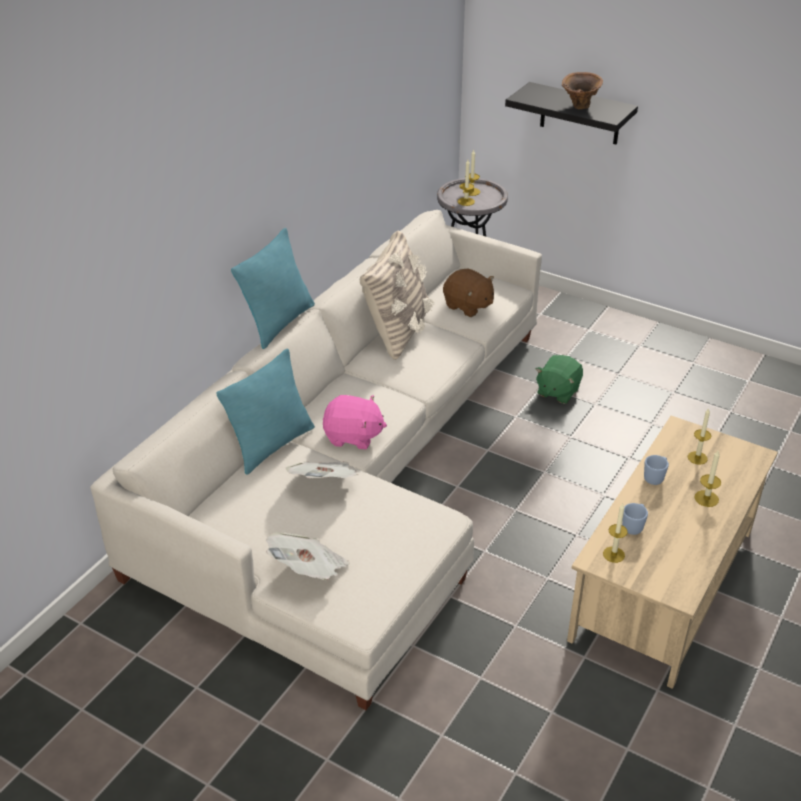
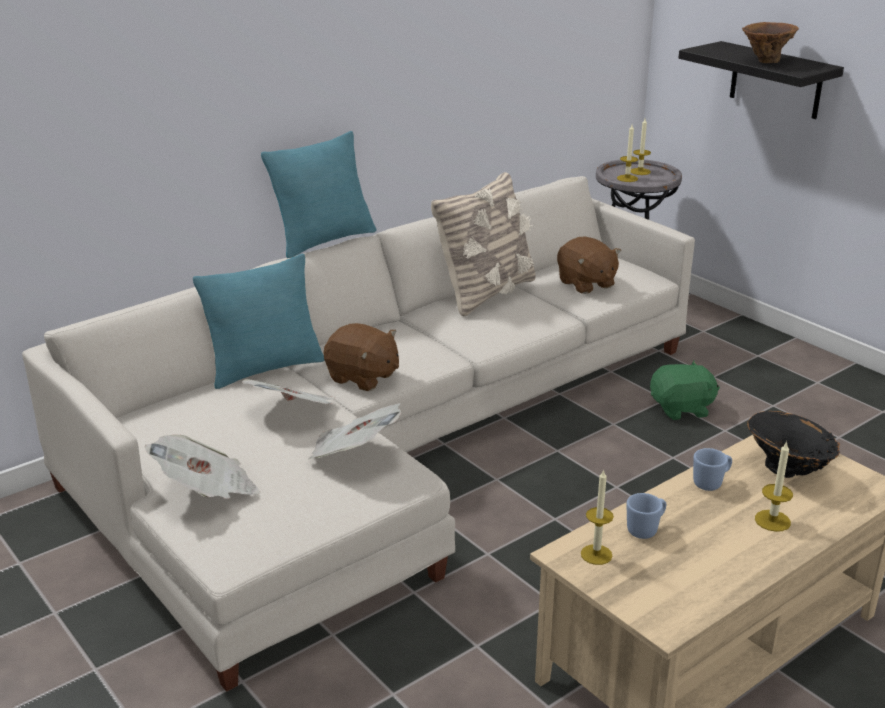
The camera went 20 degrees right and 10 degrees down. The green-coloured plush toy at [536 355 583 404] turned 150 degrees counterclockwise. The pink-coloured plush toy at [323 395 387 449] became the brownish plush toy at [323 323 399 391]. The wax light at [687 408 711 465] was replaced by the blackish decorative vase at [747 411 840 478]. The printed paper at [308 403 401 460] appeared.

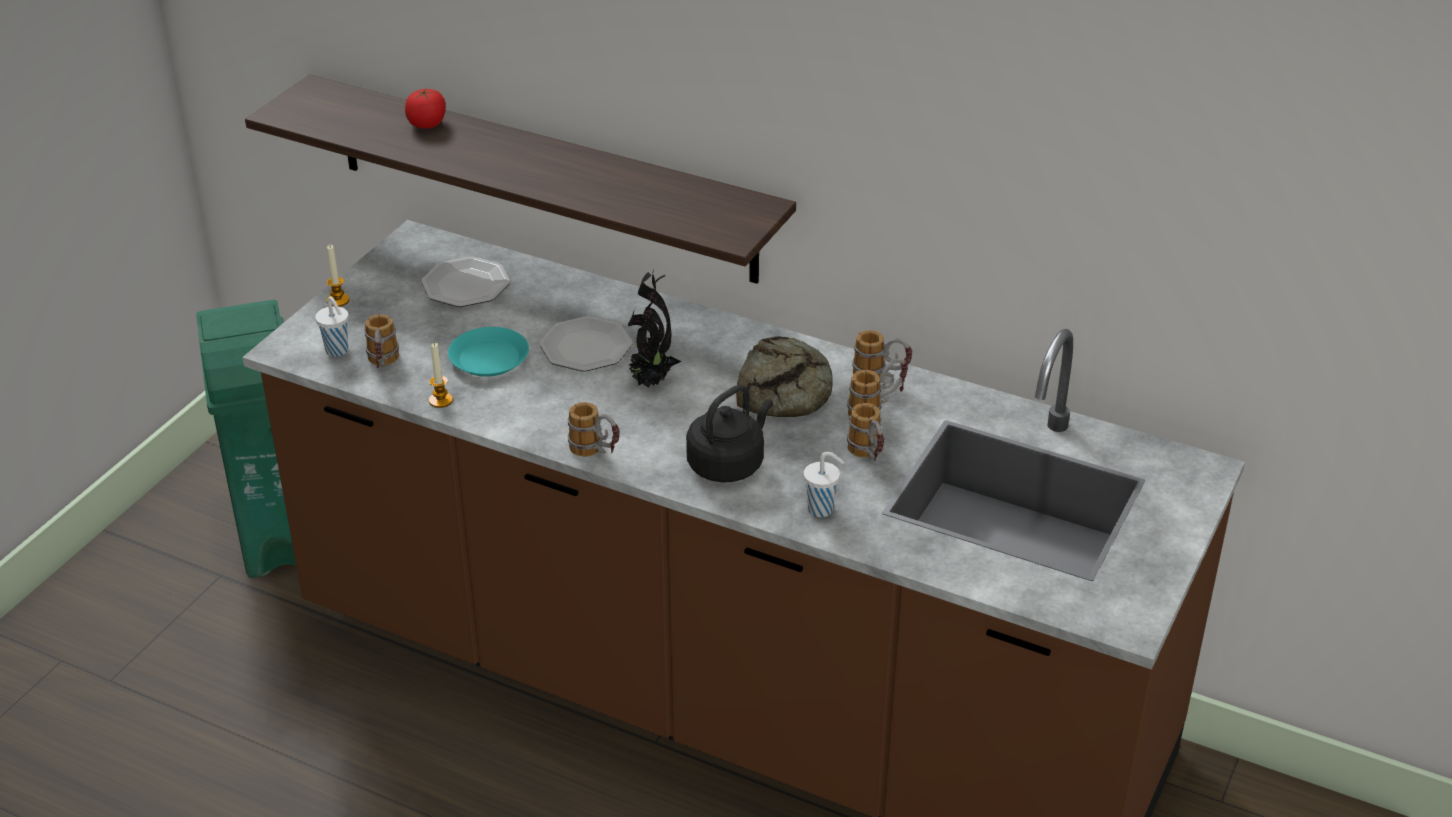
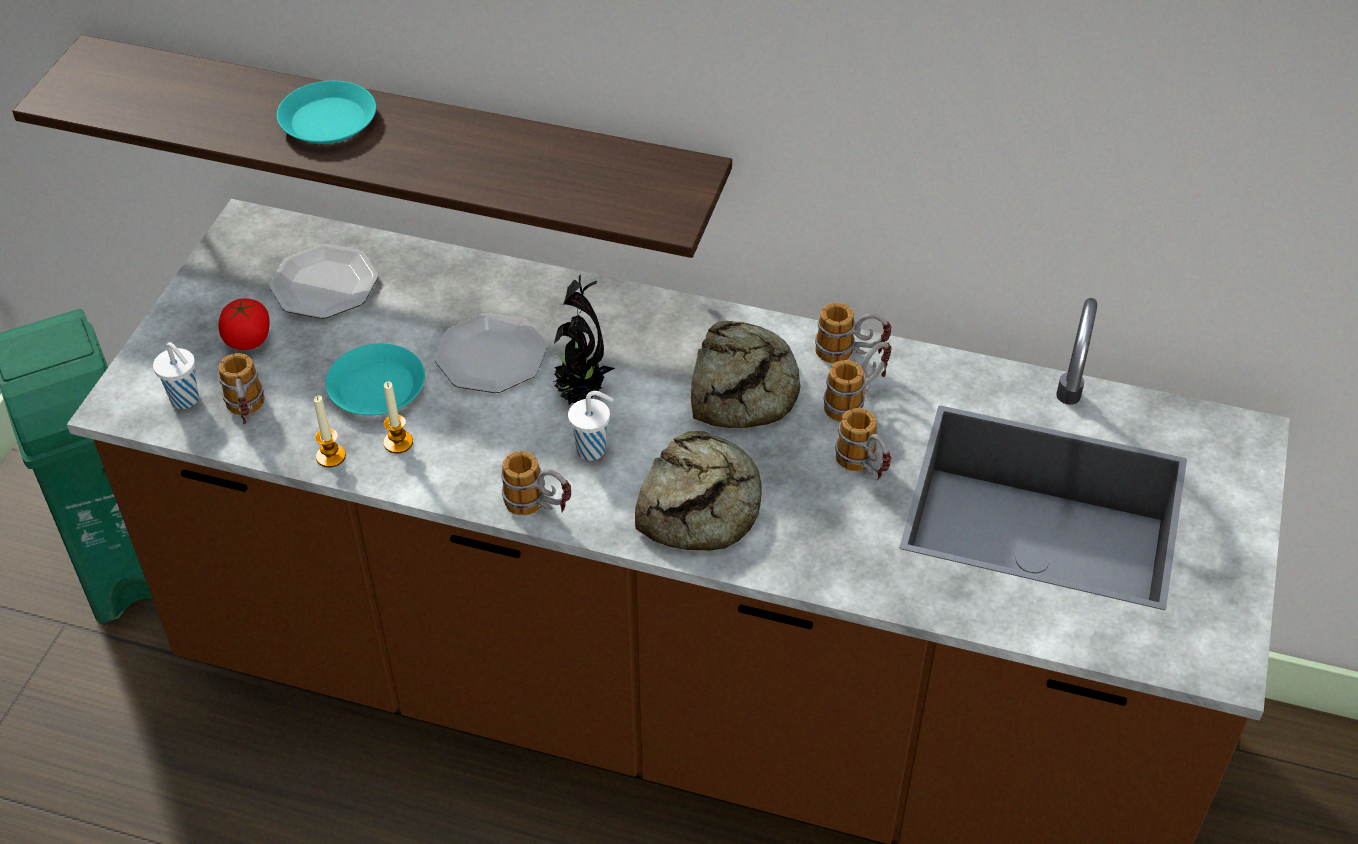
The camera went 10 degrees left and 10 degrees up. The whole tomato moved from [405 88 446 129] to [218 299 270 350]. The wax light moved from [327 245 349 307] to [383 381 413 454]. The blackish tea kettle at [686 385 773 483] was replaced by the bread at [635 431 762 550]. The whitish small cup moved from [803 452 844 517] to [568 391 614 461]. The turquoise dinner plate at [277 81 376 144] appeared.

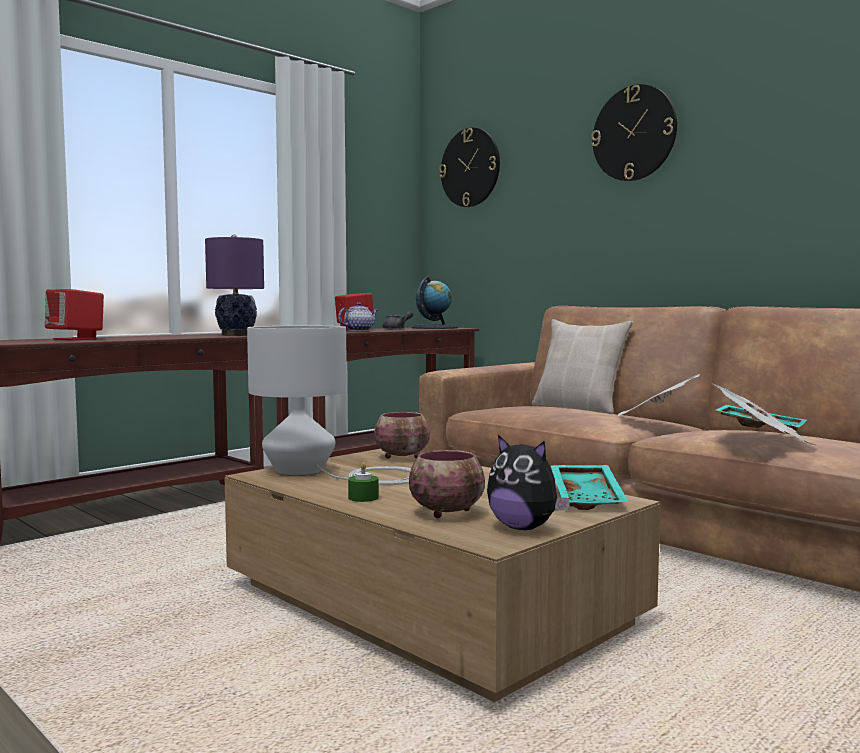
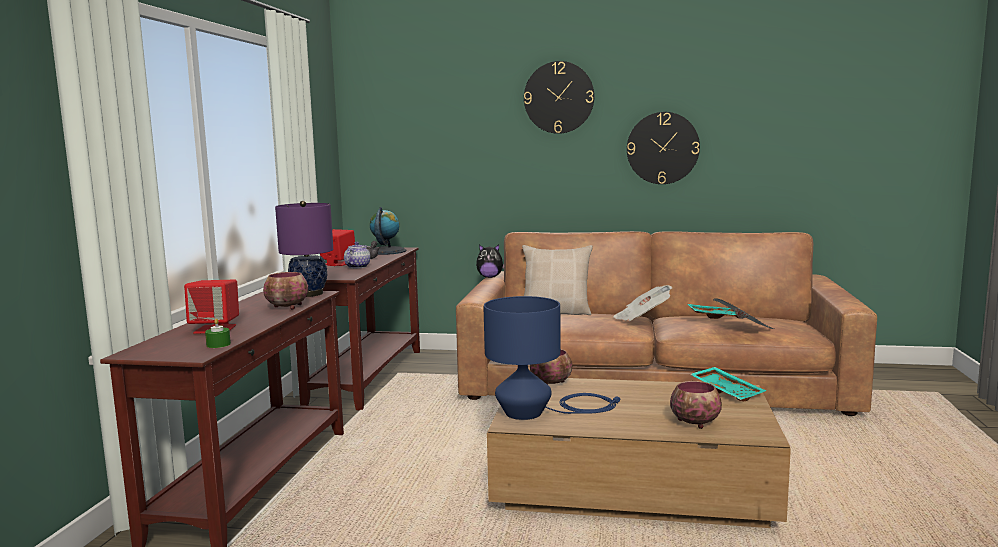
The camera went 35 degrees left and 5 degrees up. The wall clock moved from [439 128 500 207] to [627 112 700 184]. The greyish tabletop lamp at [247 326 411 485] became the blue tabletop lamp at [484 296 621 420]. The plush toy moved from [487 435 570 530] to [476 244 504 278]. The green-coloured wax light moved from [348 462 379 502] to [205 318 231 348]. The deep dish at [263 272 308 310] appeared.

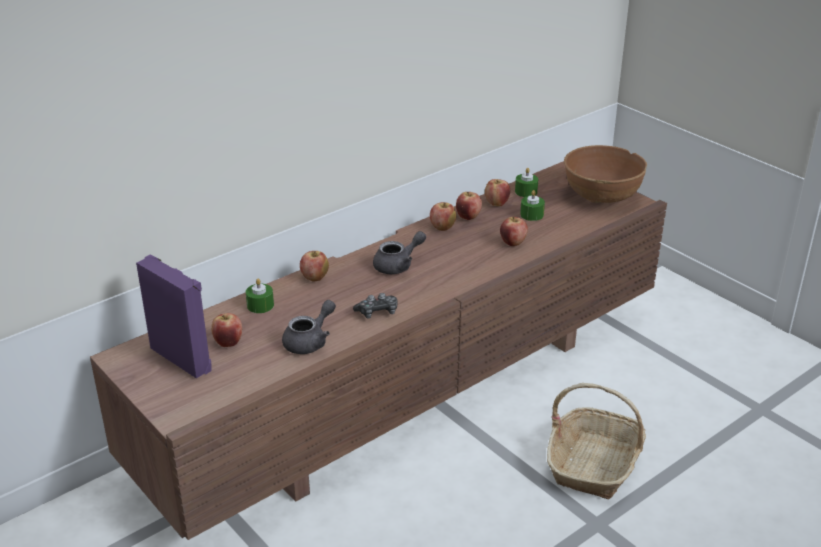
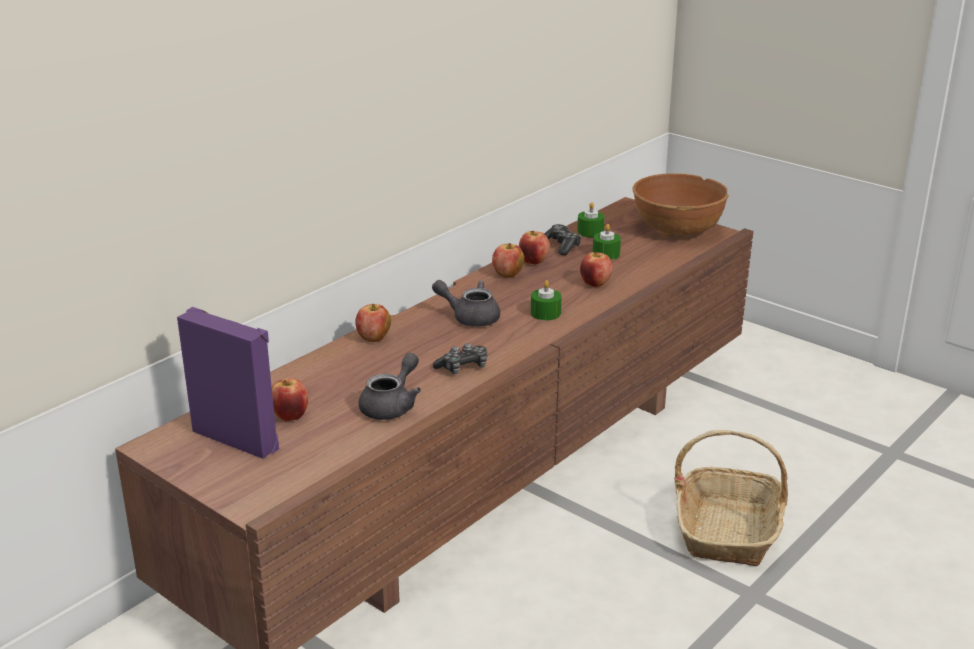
The camera went 10 degrees left and 5 degrees down. The apple fruit at [485 179 510 206] was replaced by the game controller at [544 224 581 255]. The greyish teapot at [373 231 426 274] turned 120 degrees counterclockwise. The green-coloured wax light moved from [246 278 274 313] to [531 280 561 320].

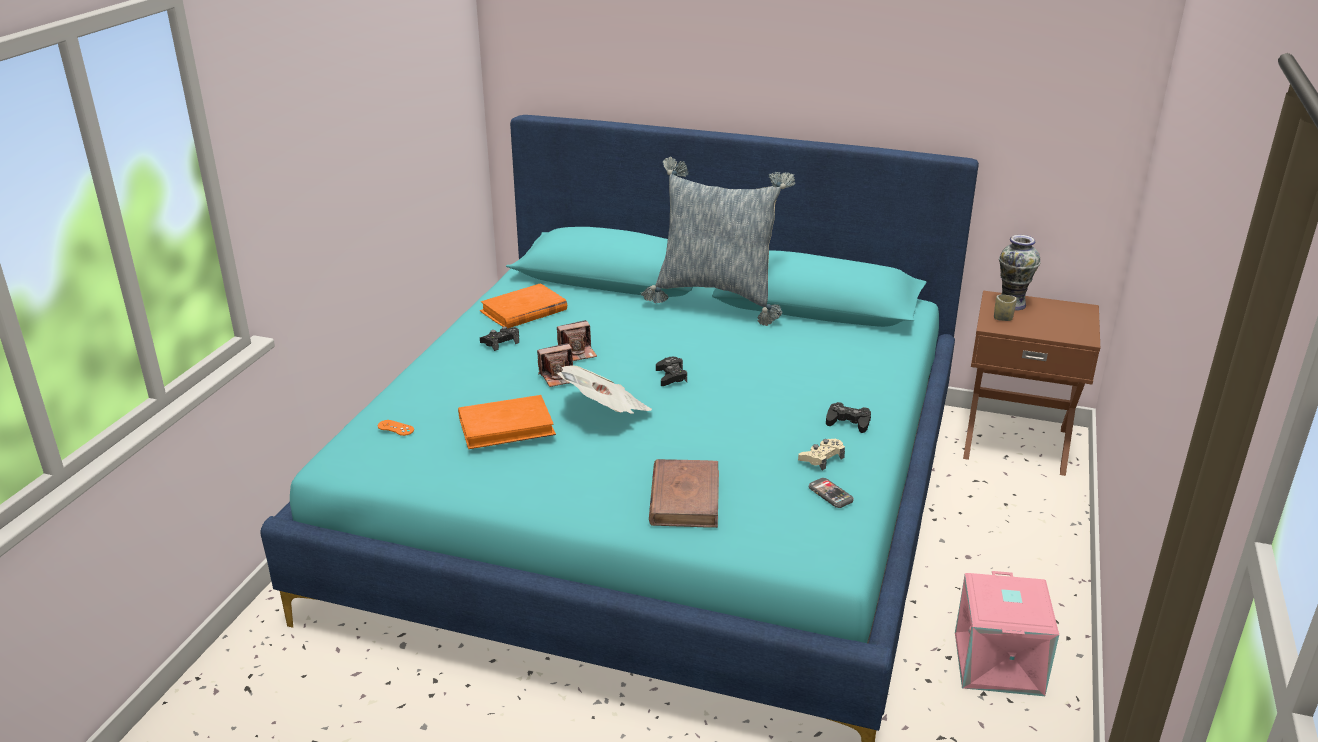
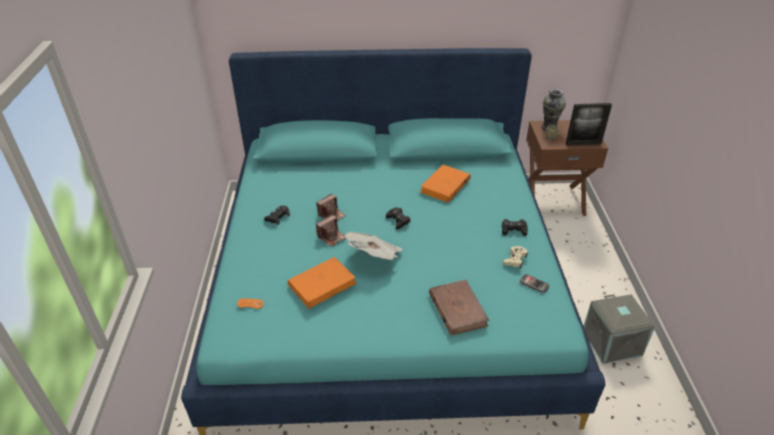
The camera went 20 degrees left and 10 degrees up. The cushion at [641 157 795 326] disappeared. The orange-coloured bound book moved from [480 283 567 328] to [420 165 471 203]. The pink-coloured storage box at [955 571 1059 696] became the greyish storage box at [584 294 655 364]. The photo frame at [566 103 612 146] appeared.

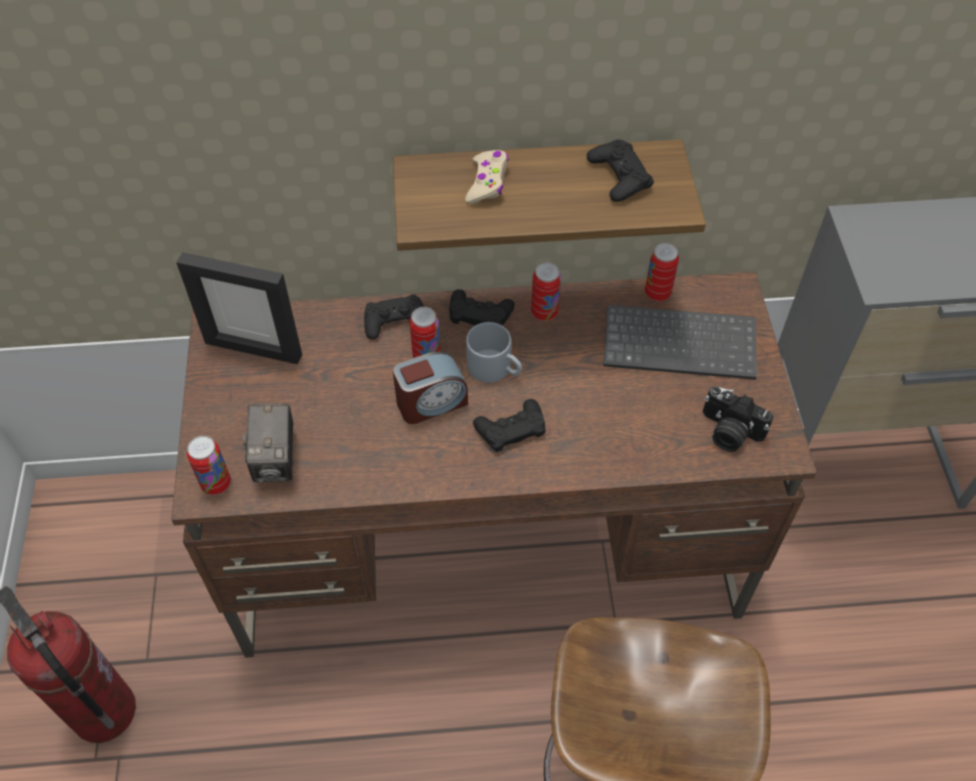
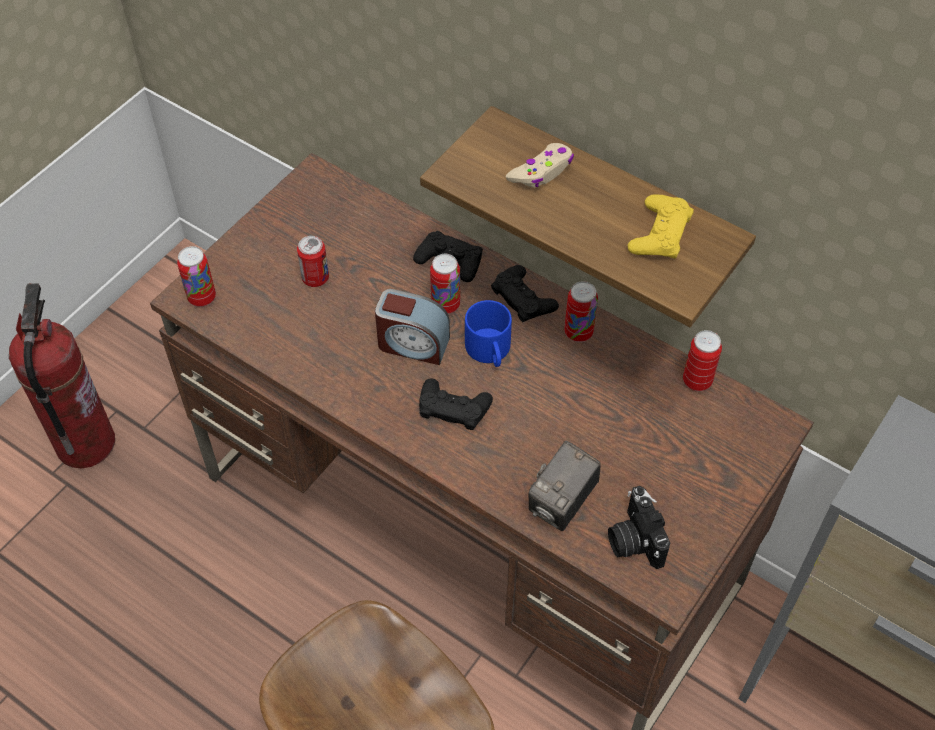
The camera went 40 degrees right and 0 degrees up. The blackish game controller at [587 139 654 202] became the yellow-coloured game controller at [628 194 694 259]. The photo frame at [176 252 302 364] disappeared. The computer keyboard at [604 305 757 380] disappeared. The greyish coffee mug at [466 322 522 383] became the blue coffee mug at [465 300 512 367]. The photo camera moved from [243 403 294 483] to [528 441 601 531]. The can at [297 236 329 287] appeared.

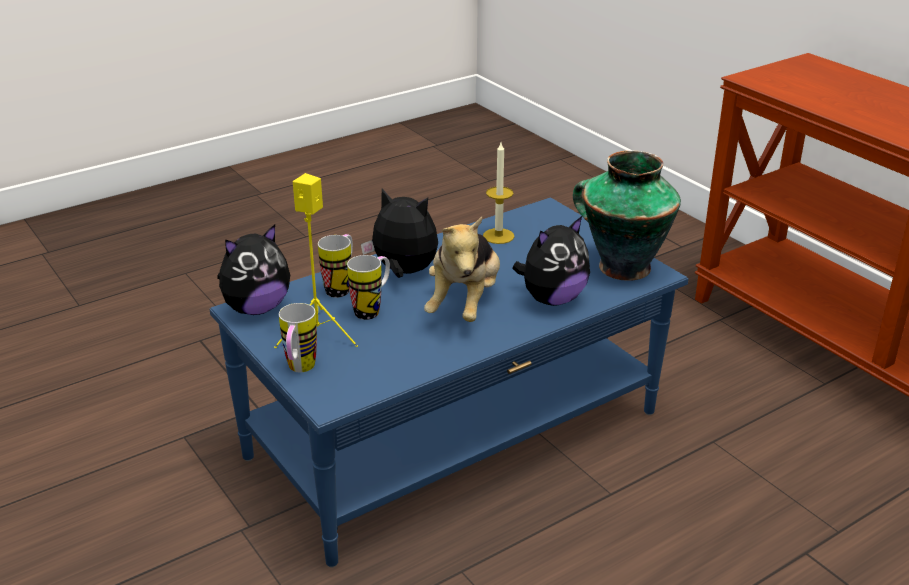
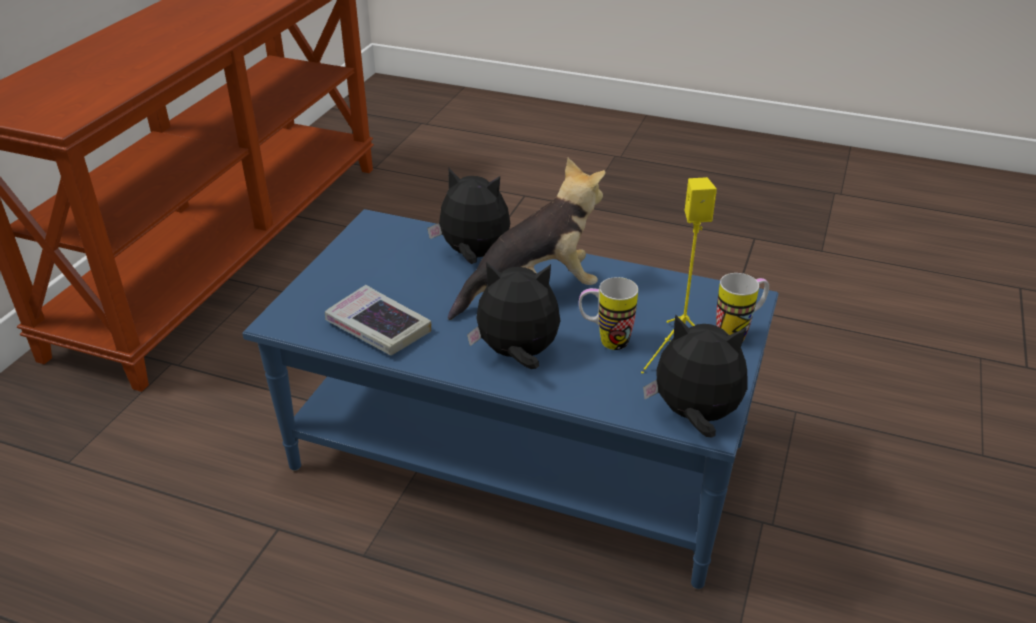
The camera went 125 degrees left and 5 degrees up. The wax light at [483 143 514 244] was replaced by the bound book at [325 285 431 355]. The decorative vase at [573 150 681 281] disappeared. The plush toy at [361 189 438 278] turned 105 degrees clockwise. The coffee mug at [318 234 353 298] disappeared.

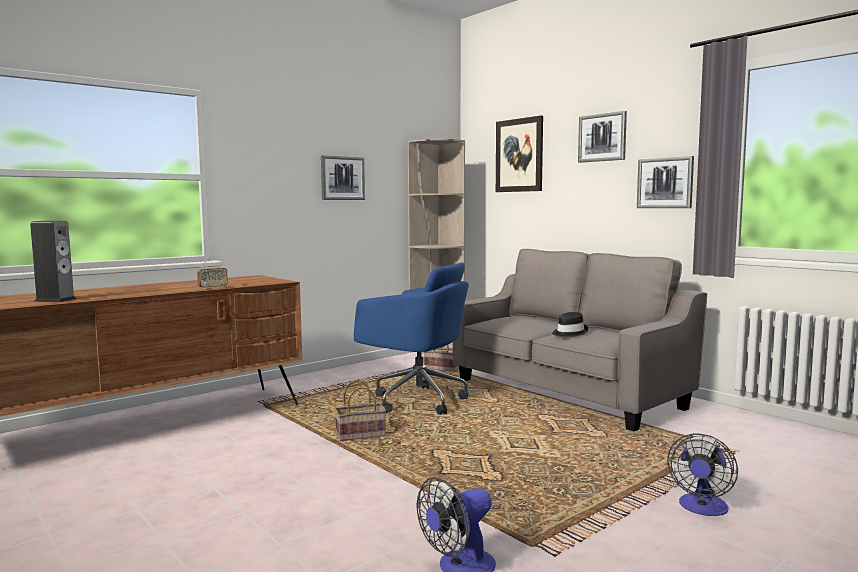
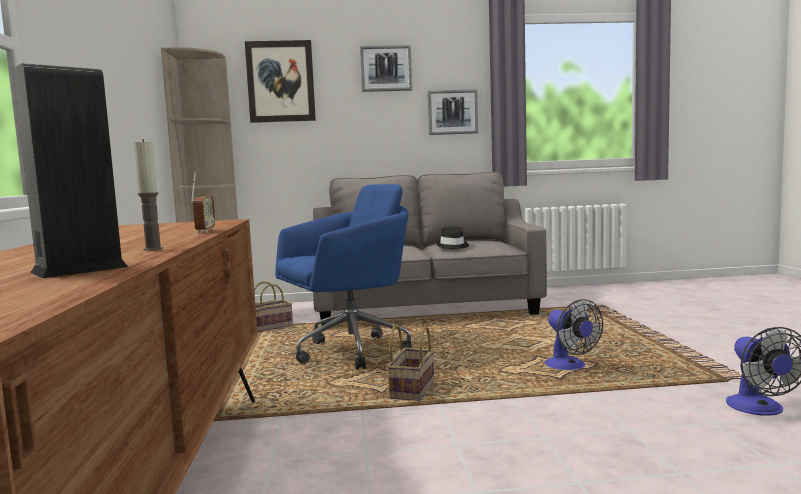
The camera went 55 degrees left and 0 degrees up. The wall art at [321 155 365 200] disappeared. The cooling fan moved from [667 433 738 516] to [545 299 603 370]. The wax light at [134 139 163 251] appeared.

